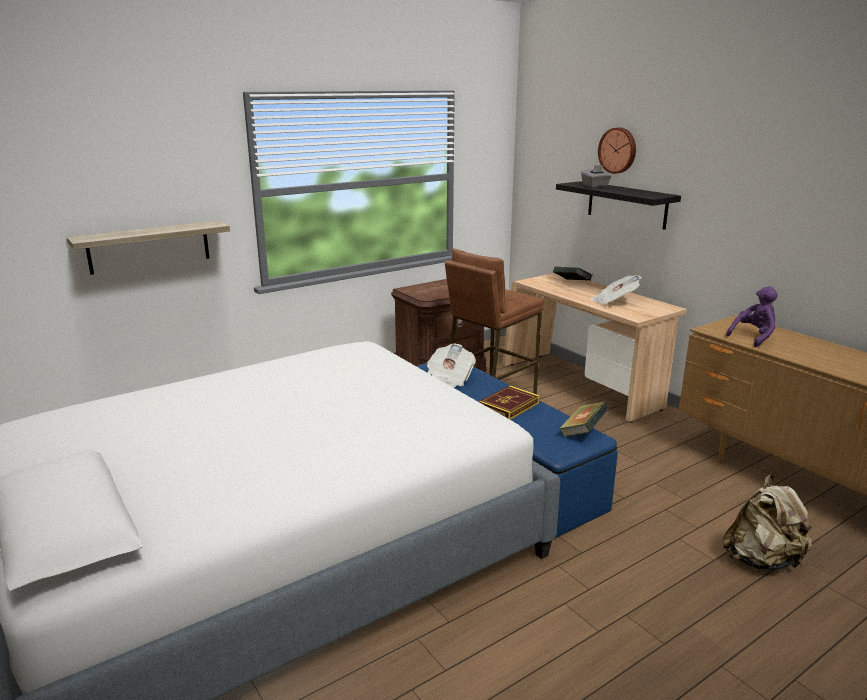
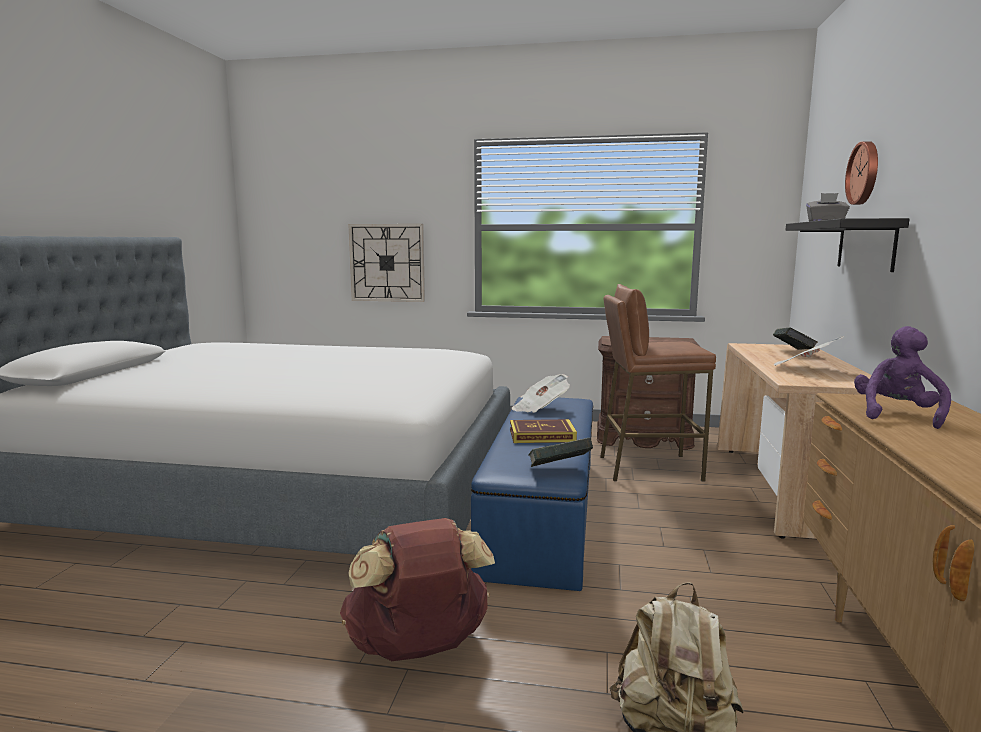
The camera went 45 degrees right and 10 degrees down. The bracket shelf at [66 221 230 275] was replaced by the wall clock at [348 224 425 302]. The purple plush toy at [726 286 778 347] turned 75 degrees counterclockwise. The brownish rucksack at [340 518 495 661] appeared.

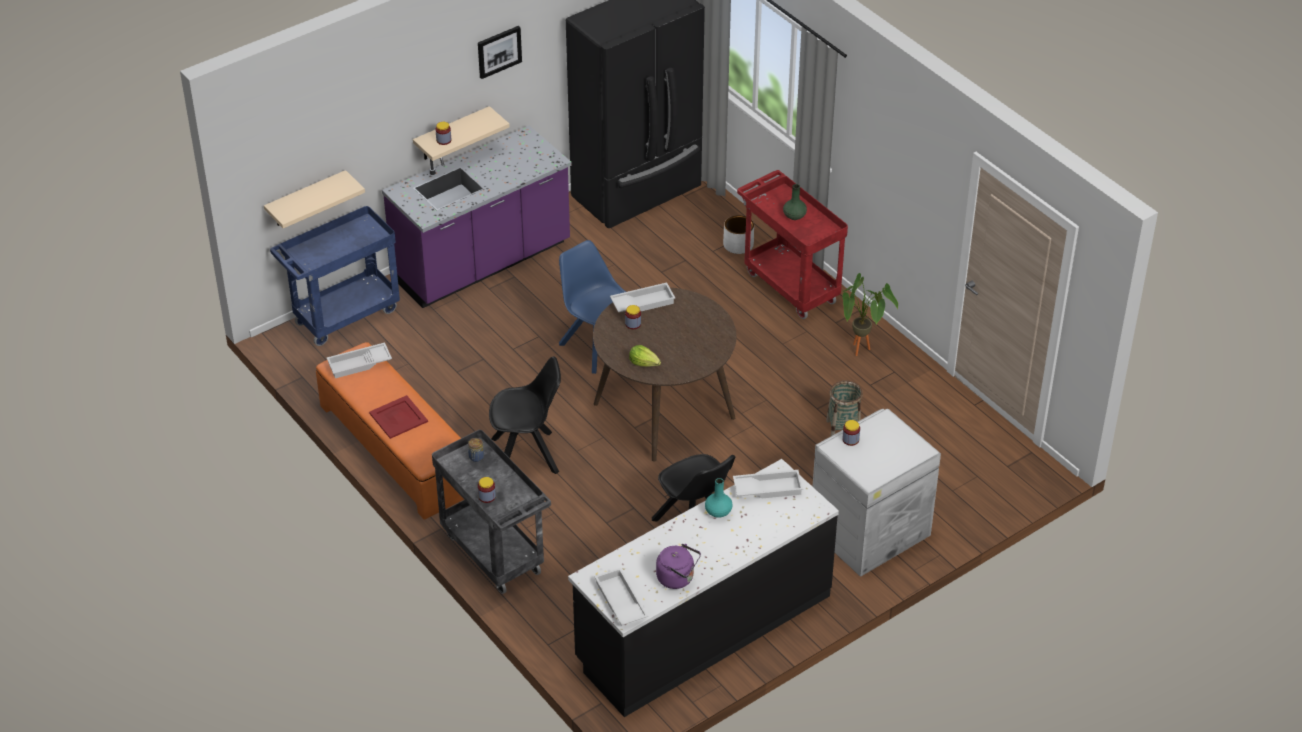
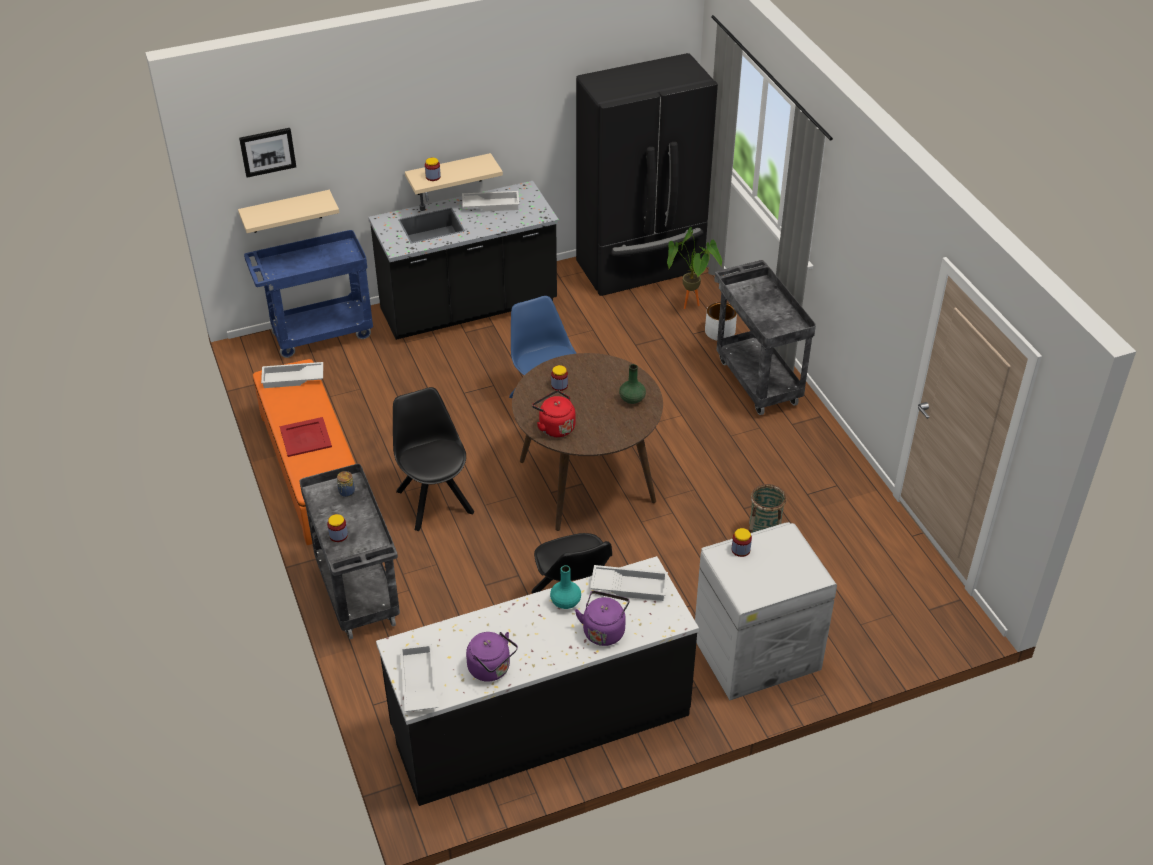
The camera went 15 degrees right and 0 degrees up. The wall art moved from [478 26 522 79] to [239 128 296 178]. The purple kitchen base unit at [382 126 571 308] became the blackish kitchen base unit at [368 181 559 340]. The red cart at [737 170 848 319] became the greyish cart at [715 260 816 415]. The green-coloured decorative vase moved from [783 184 807 220] to [619 364 646 404]. The houseplant moved from [842 273 898 356] to [667 227 722 309]. The whitish serving tray moved from [610 282 675 312] to [462 191 519 212]. The lettuce at [629 345 661 367] was replaced by the red tea kettle at [532 390 575 437]. The blackish chair at [489 357 561 474] turned 120 degrees counterclockwise. The purple tea kettle at [575 591 629 646] appeared.

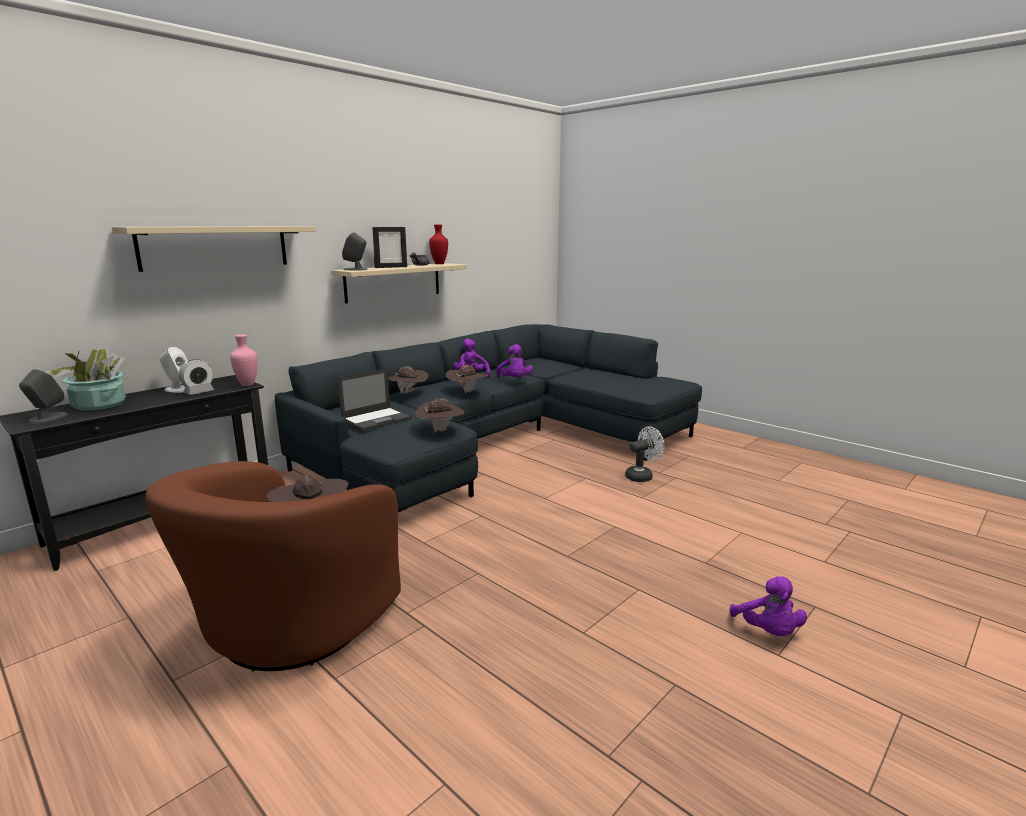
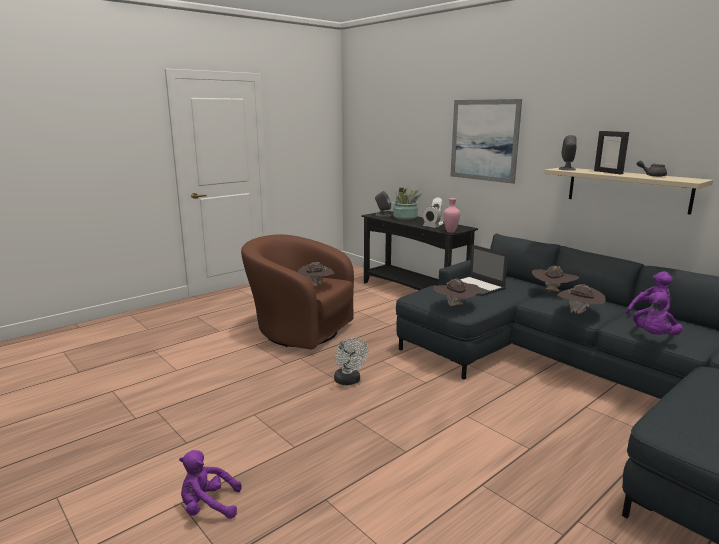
The camera went 95 degrees right and 0 degrees up. The red decorative vase at [429 225 448 264] disappeared. The sand-coloured bracket shelf at [112 226 316 272] was replaced by the wall art at [450 99 522 184]. The purple plush toy at [496 344 533 378] turned 45 degrees counterclockwise. The whitish cooling fan moved from [625 426 665 482] to [334 337 369 385].

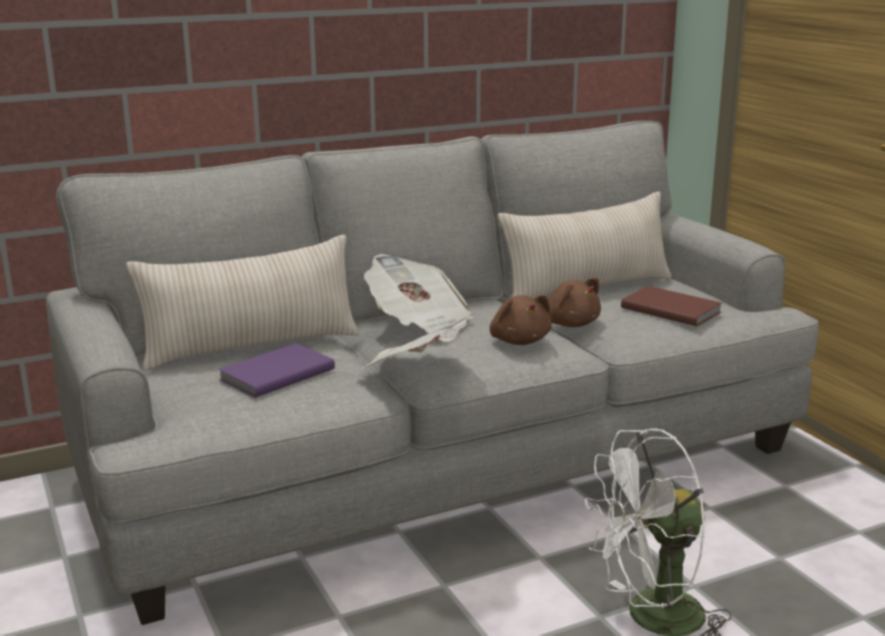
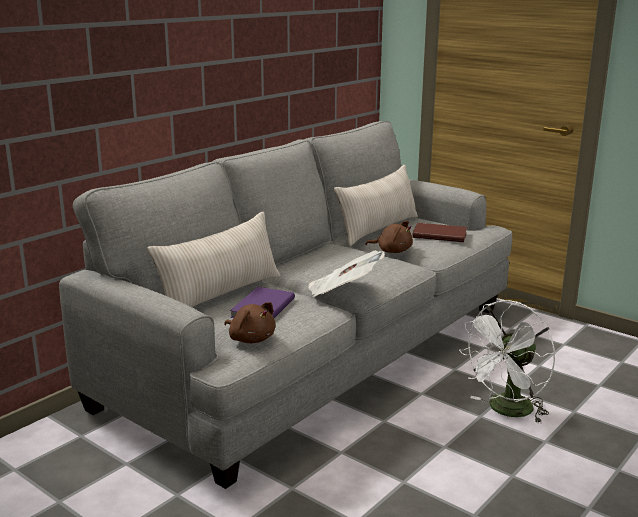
The camera went 25 degrees left and 0 degrees up. The printed paper at [364 254 474 342] disappeared. The brownish plush toy moved from [490 295 552 345] to [224 302 275 343].

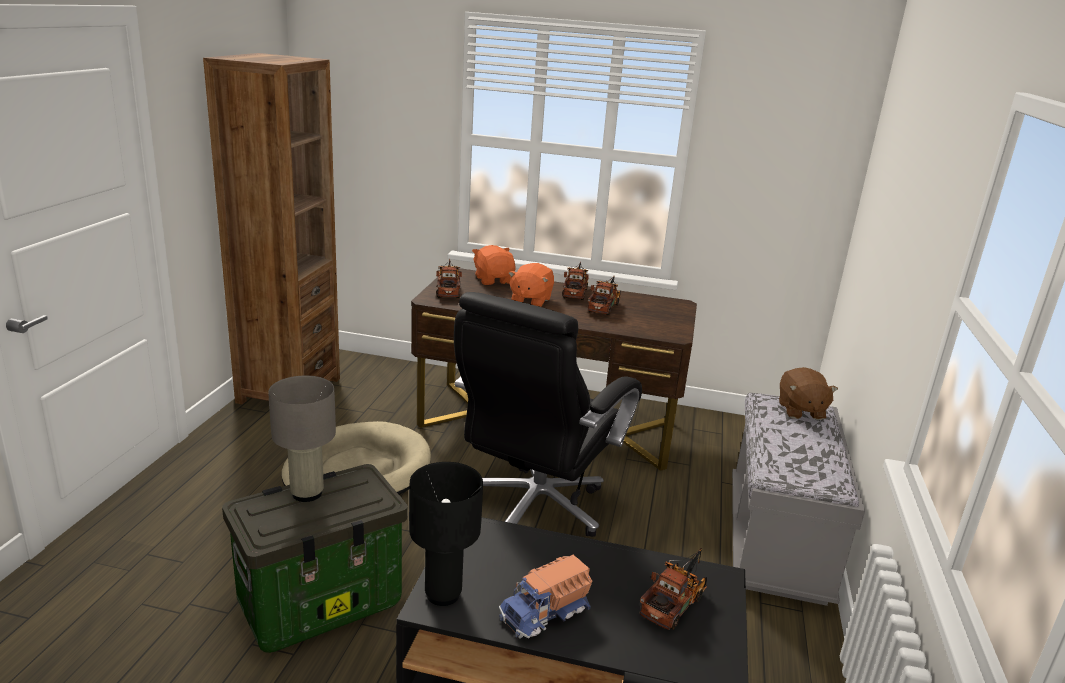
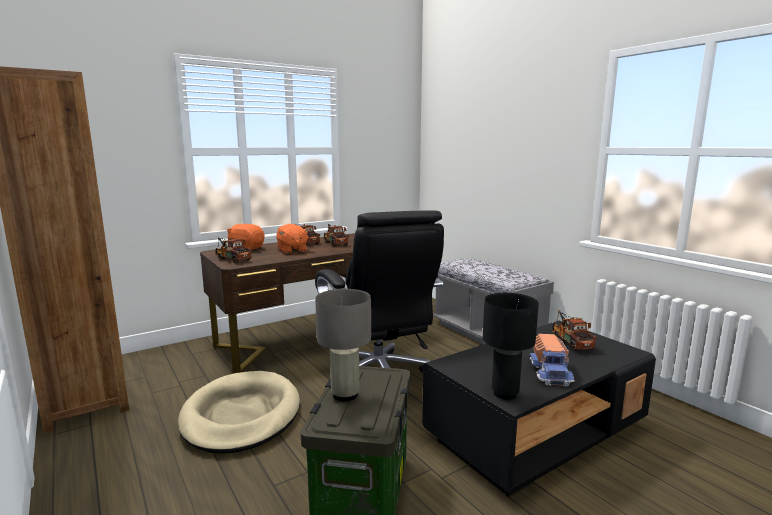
The camera went 45 degrees left and 10 degrees down. The brownish plush toy at [779 367 838 420] disappeared.

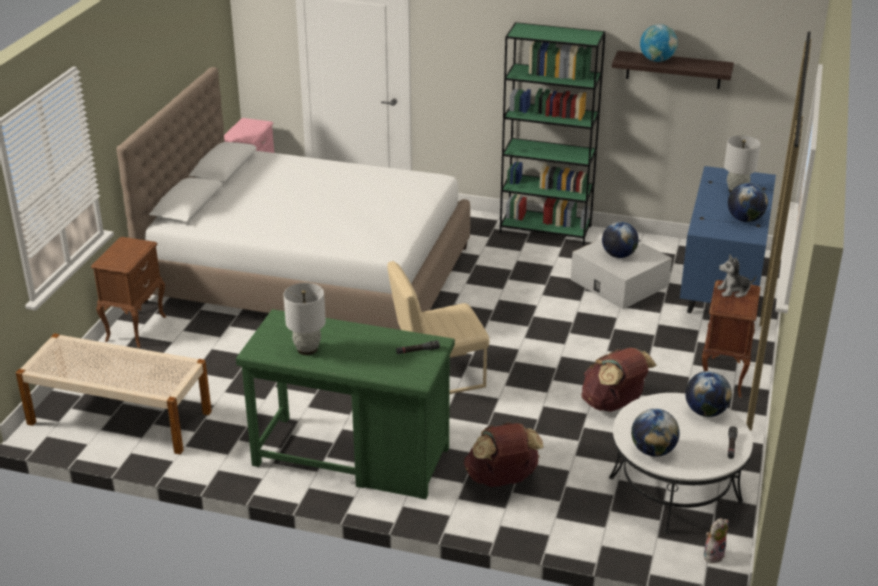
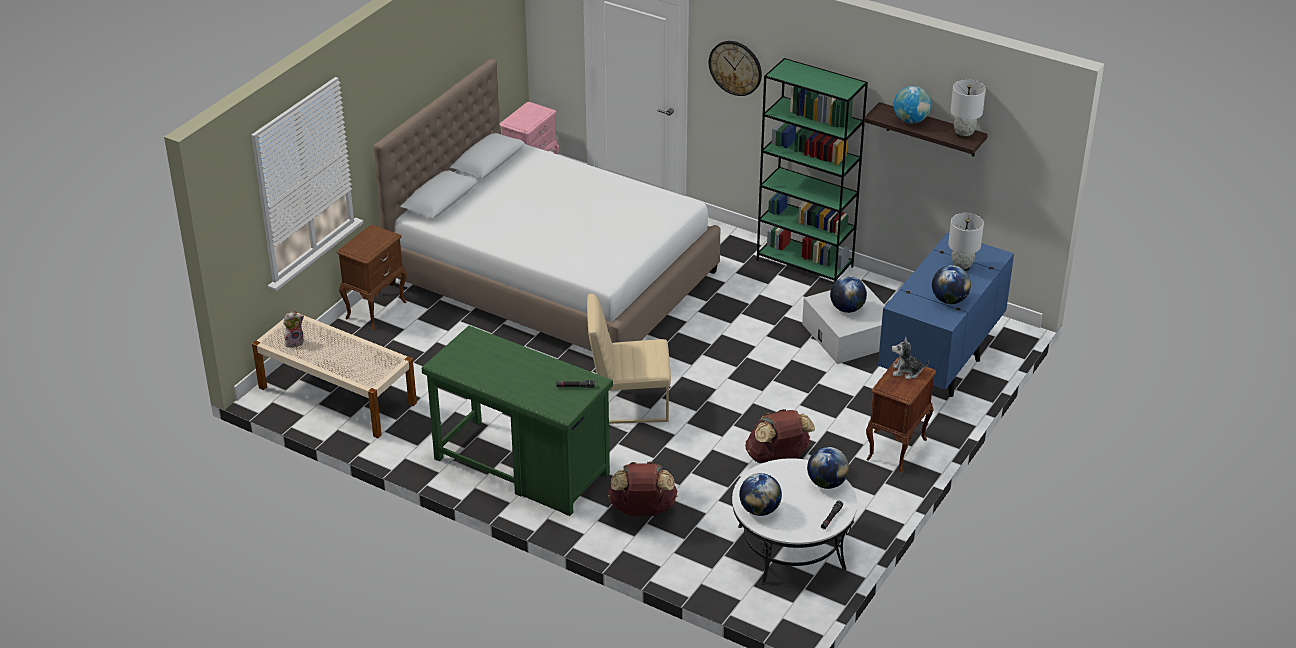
The camera went 15 degrees right and 5 degrees up. The whitish tabletop lamp moved from [283 283 326 355] to [950 79 986 139]. The plush toy moved from [704 518 729 563] to [283 312 304 349]. The wall clock at [709 41 762 96] appeared.

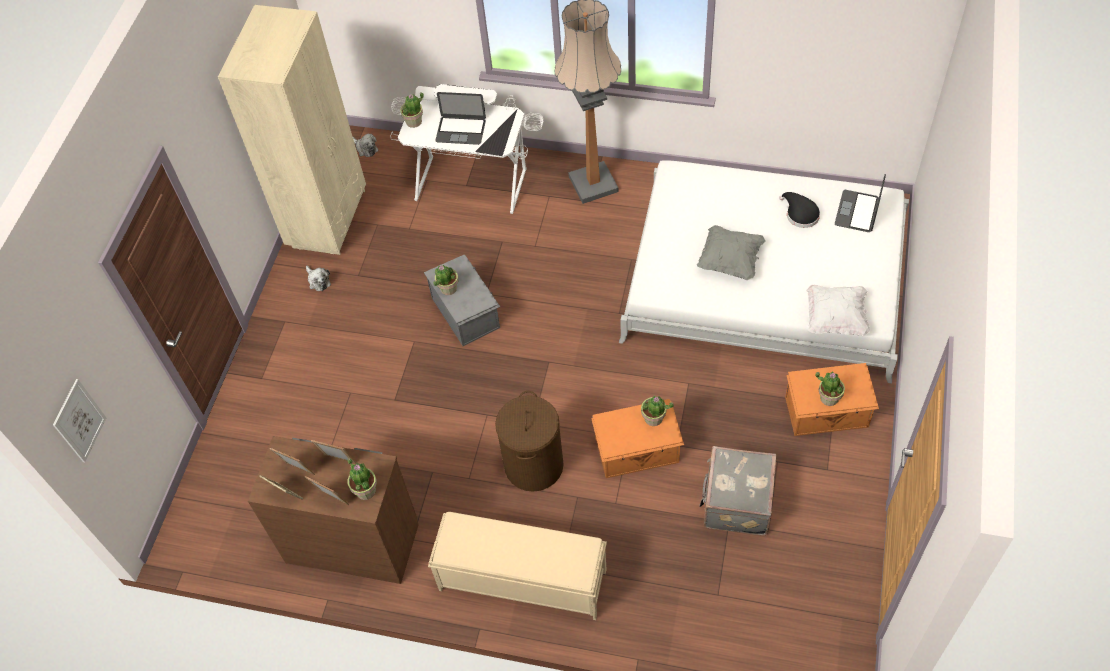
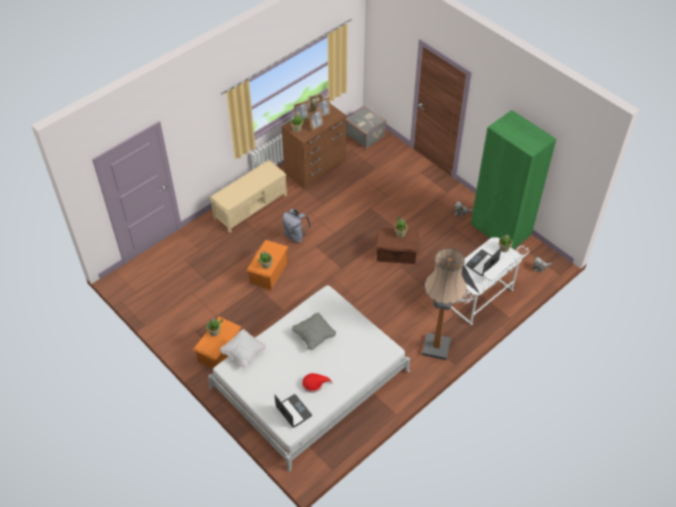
The camera went 120 degrees right and 5 degrees down. The sand-coloured clothes cupboard at [218 5 366 255] became the green-coloured clothes cupboard at [471 110 556 249]. The blackish wearable hat at [779 192 820 228] became the red wearable hat at [302 373 333 393]. The greyish storage box at [424 255 500 346] became the brownish storage box at [376 227 419 264]. The wall art at [53 379 106 462] disappeared. The brownish washing basket at [495 391 564 492] was replaced by the greyish rucksack at [282 209 311 243]. The greyish piece of luggage moved from [699 446 777 535] to [346 106 386 148].

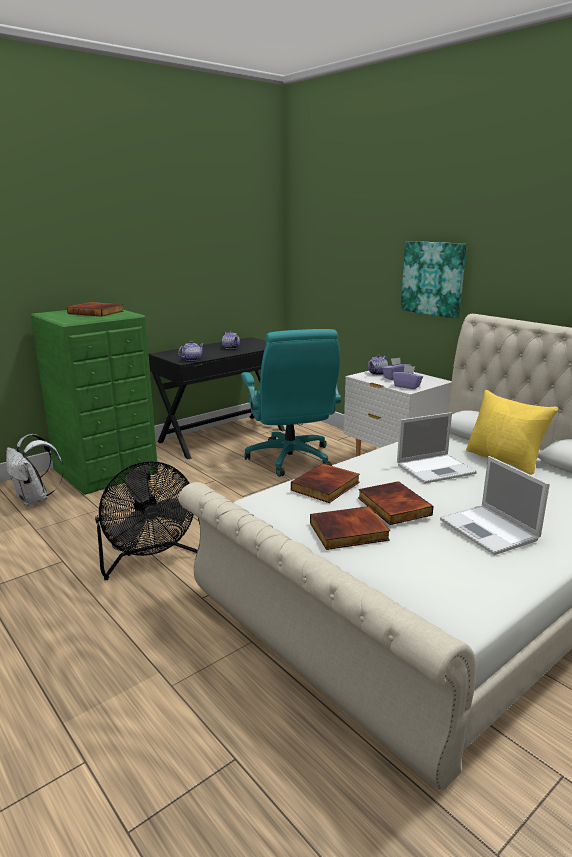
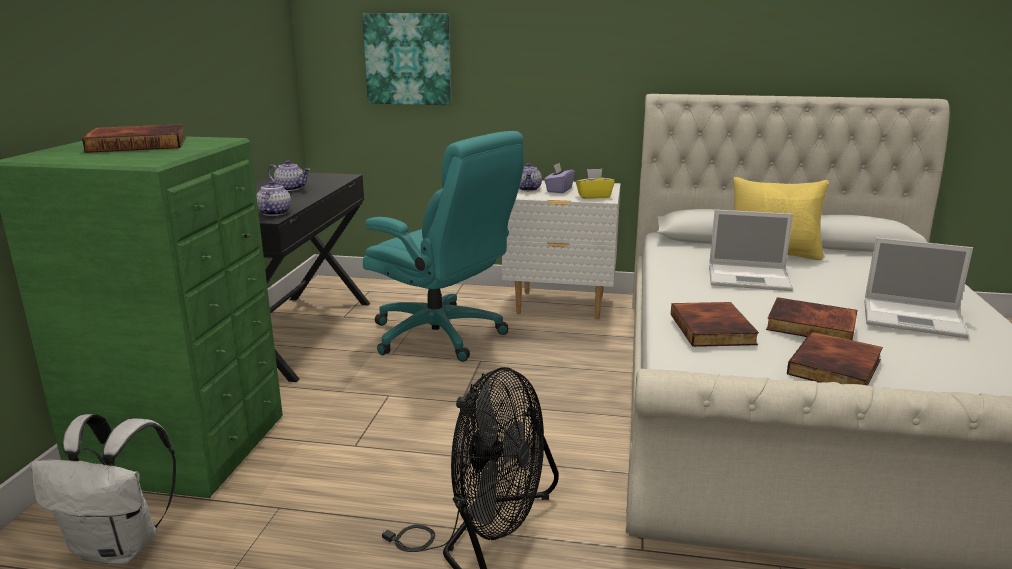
The camera went 40 degrees left and 0 degrees up. The wall art moved from [401 241 467 319] to [362 13 451 105]. The purple tissue box at [393 365 423 389] became the yellow-coloured tissue box at [576 169 615 199]. The laptop at [397 412 477 484] turned 75 degrees clockwise.

